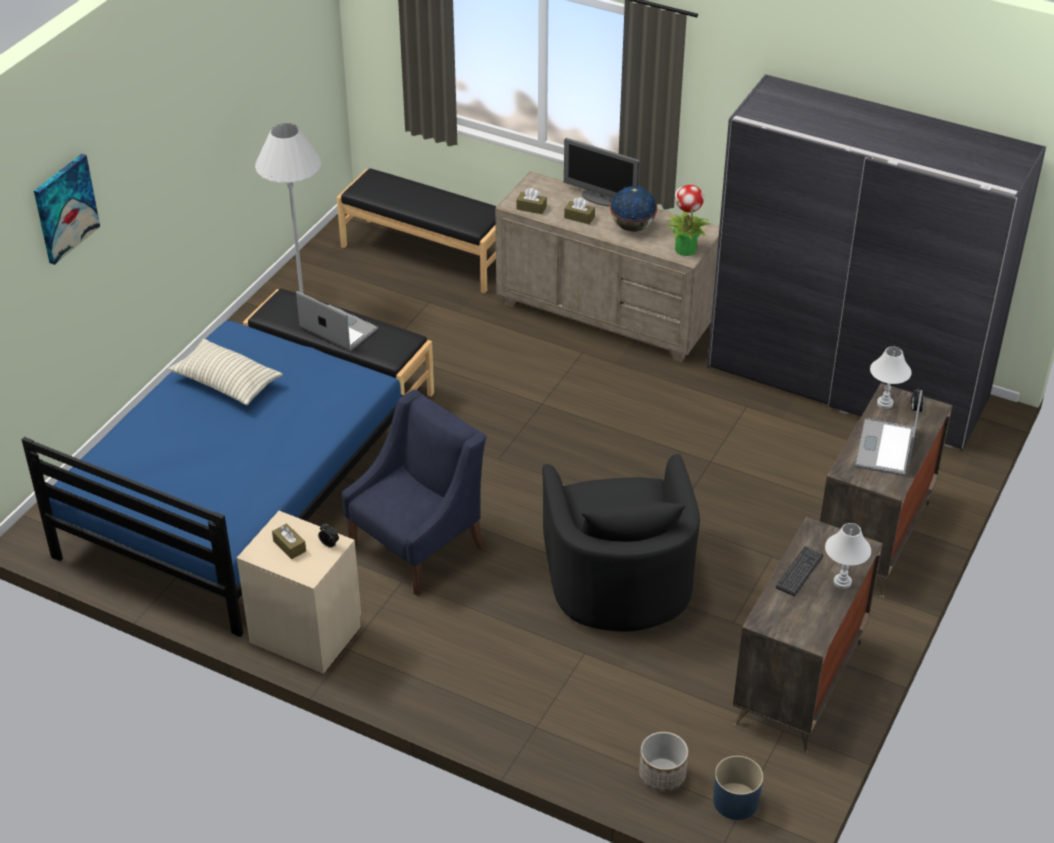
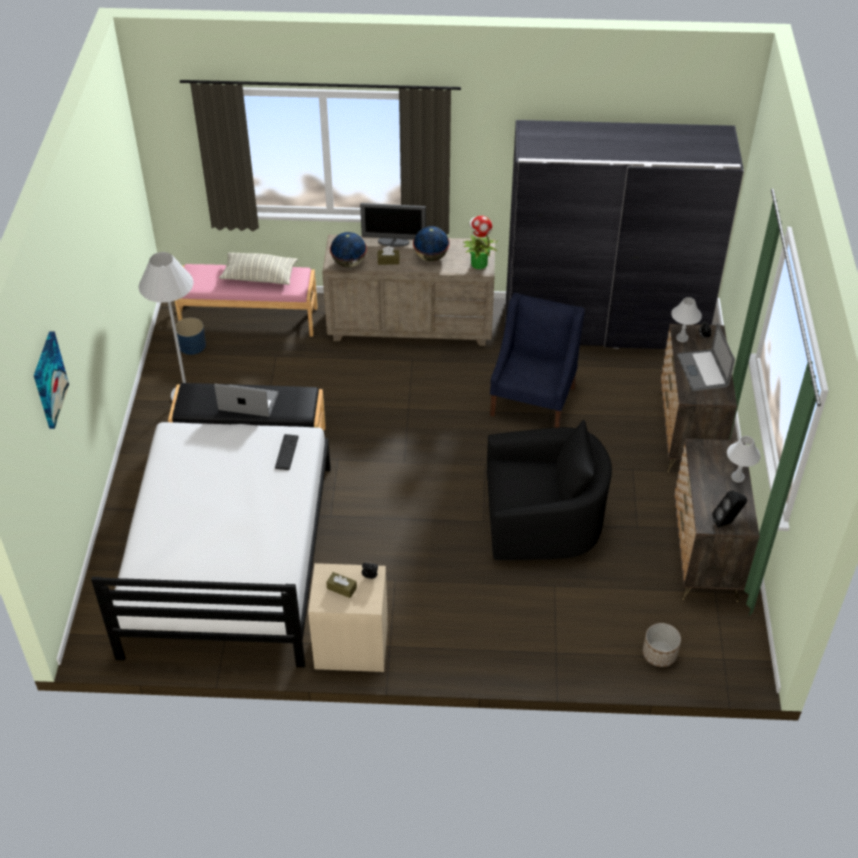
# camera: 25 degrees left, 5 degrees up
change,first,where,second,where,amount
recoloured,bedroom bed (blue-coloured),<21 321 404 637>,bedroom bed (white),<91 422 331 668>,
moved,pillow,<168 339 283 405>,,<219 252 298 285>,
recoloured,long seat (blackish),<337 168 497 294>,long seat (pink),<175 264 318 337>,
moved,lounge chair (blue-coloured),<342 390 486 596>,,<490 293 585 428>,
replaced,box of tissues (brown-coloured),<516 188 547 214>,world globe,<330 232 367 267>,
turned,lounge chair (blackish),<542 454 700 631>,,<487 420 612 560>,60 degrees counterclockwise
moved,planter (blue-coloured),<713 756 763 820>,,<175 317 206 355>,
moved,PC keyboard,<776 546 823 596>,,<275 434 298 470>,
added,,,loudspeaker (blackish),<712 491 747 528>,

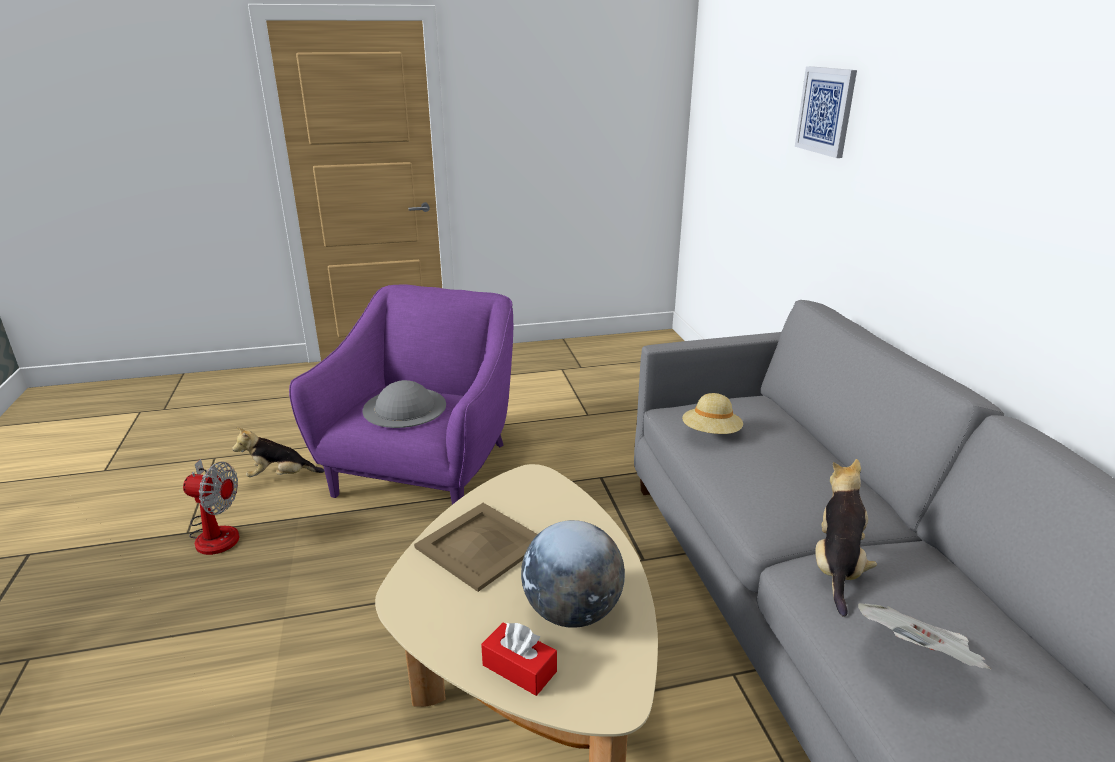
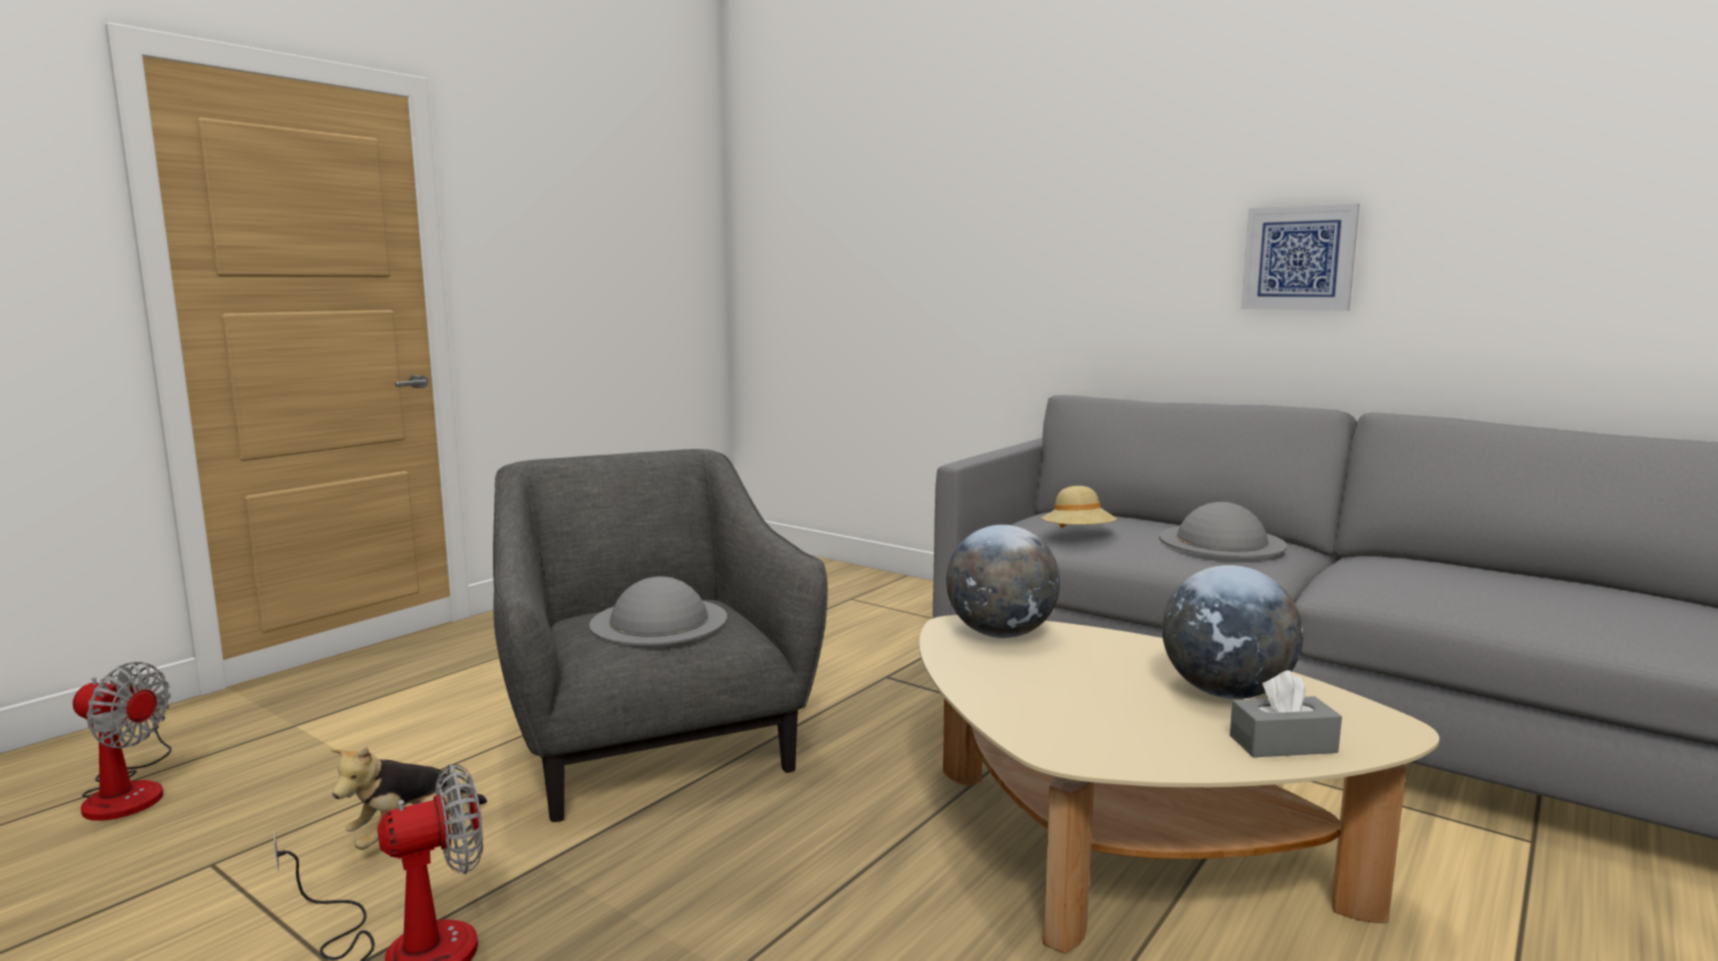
# camera: 40 degrees left, 15 degrees down
change,first,where,second,where,amount
recoloured,lounge chair (purple),<289 284 513 505>,lounge chair (grey),<493 449 828 822>,
removed,tray (beige-coloured),<414 503 538 592>,,,
recoloured,box of tissues (red-coloured),<481 622 557 696>,box of tissues (grey),<1230 670 1342 757>,
moved,picture,<795 66 857 158>,,<1241 203 1360 311>,
removed,plush toy,<815 459 877 617>,,,
removed,printed paper,<858 603 991 669>,,,
added,,,electric fan,<73 662 172 821>,
added,,,world globe,<946 525 1060 638>,
added,,,wearable hat (grey),<1159 502 1287 558>,

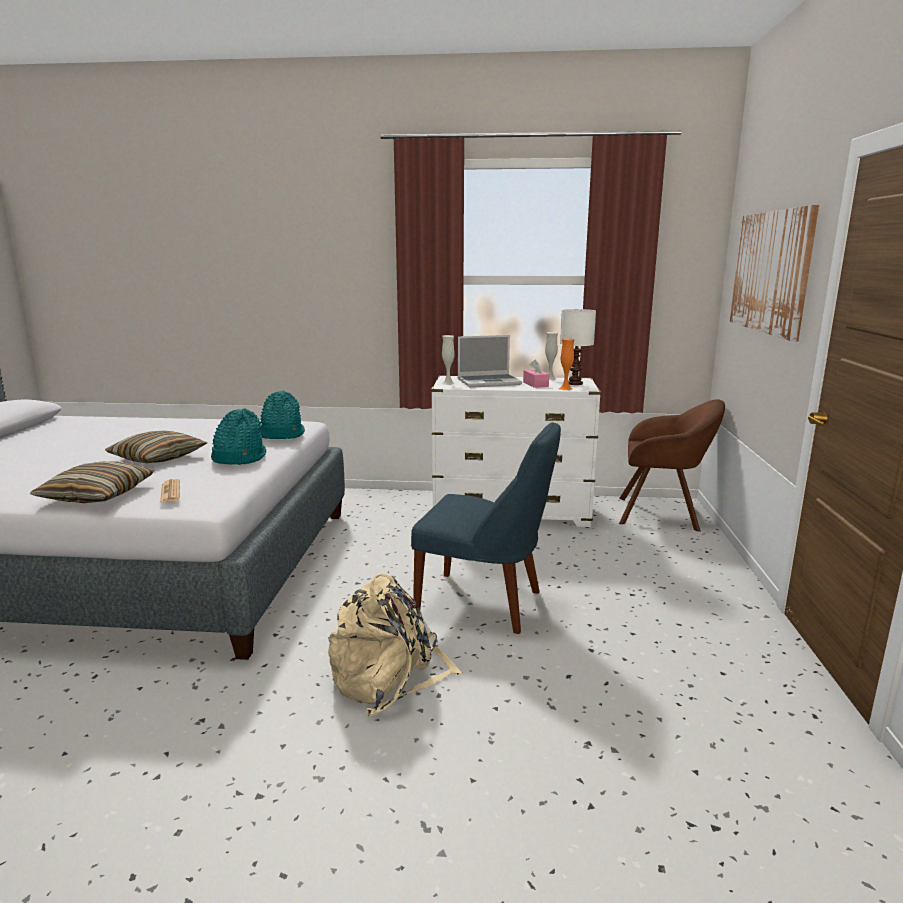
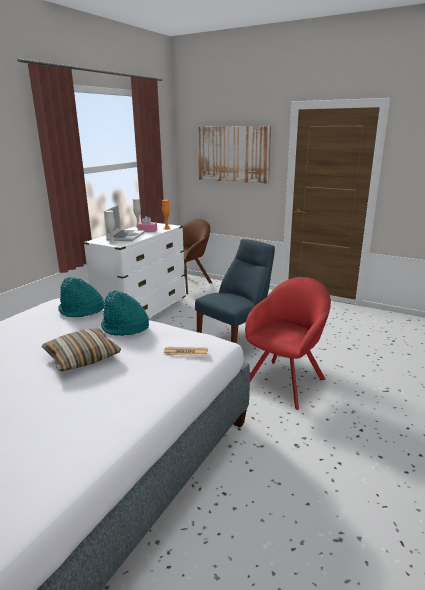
# camera: 65 degrees left, 5 degrees up
change,first,where,second,where,amount
removed,pillow,<30 461 154 503>,,,
replaced,backpack (beige-coloured),<328 574 463 716>,lounge chair (red-coloured),<245 277 331 410>,
removed,table lamp (white),<560 309 596 385>,,,

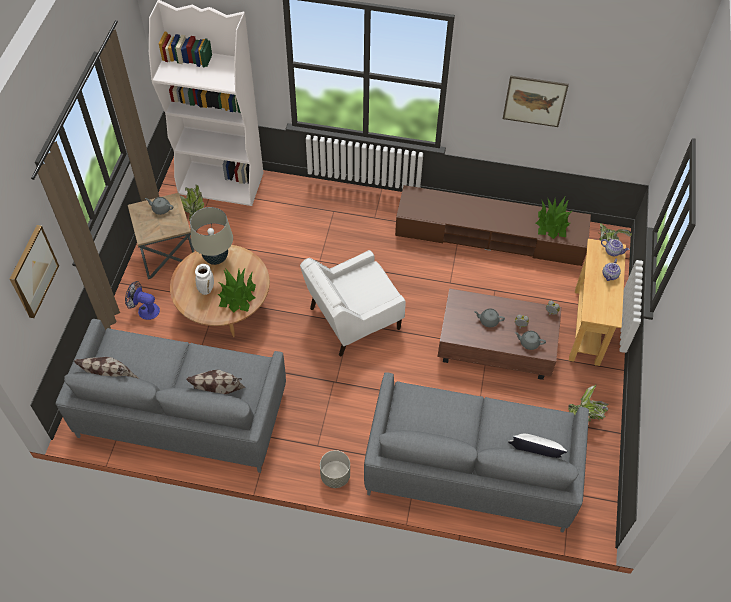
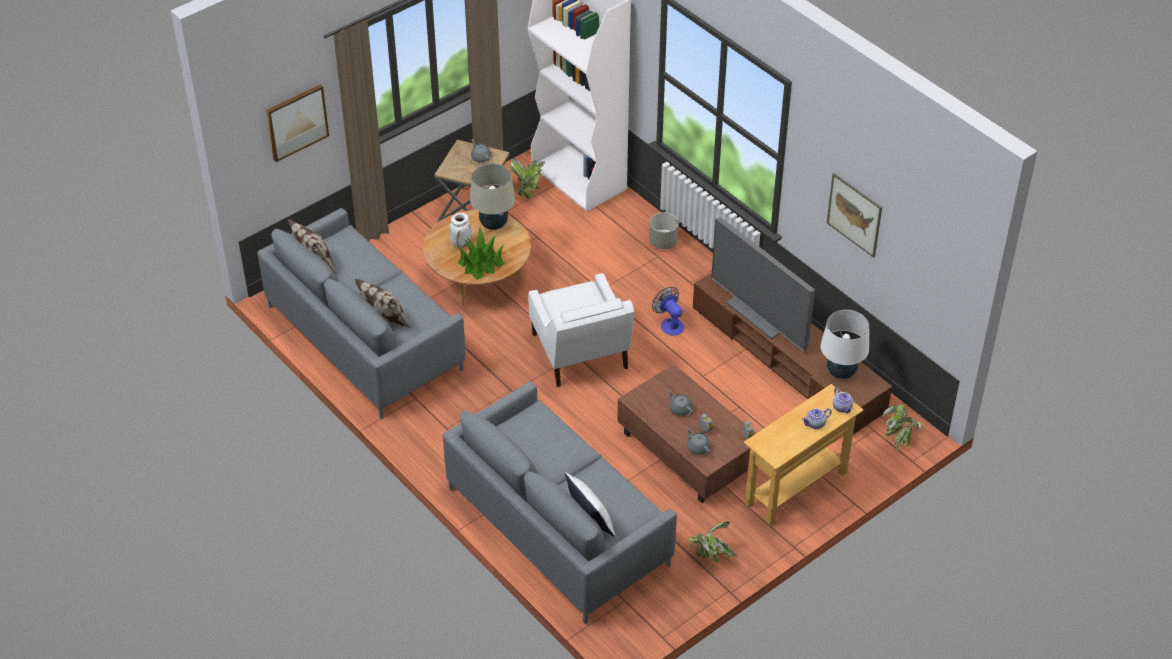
# camera: 40 degrees right, 10 degrees down
change,first,where,second,where,amount
moved,electric fan,<125 281 160 320>,,<652 287 684 336>,
turned,lounge chair (white),<300 250 406 356>,,<528 273 634 387>,120 degrees counterclockwise
moved,planter (grey),<320 450 350 488>,,<649 213 679 249>,
replaced,houseplant,<536 197 573 239>,table lamp (white),<821 310 869 379>,
added,,,television,<711 218 815 352>,

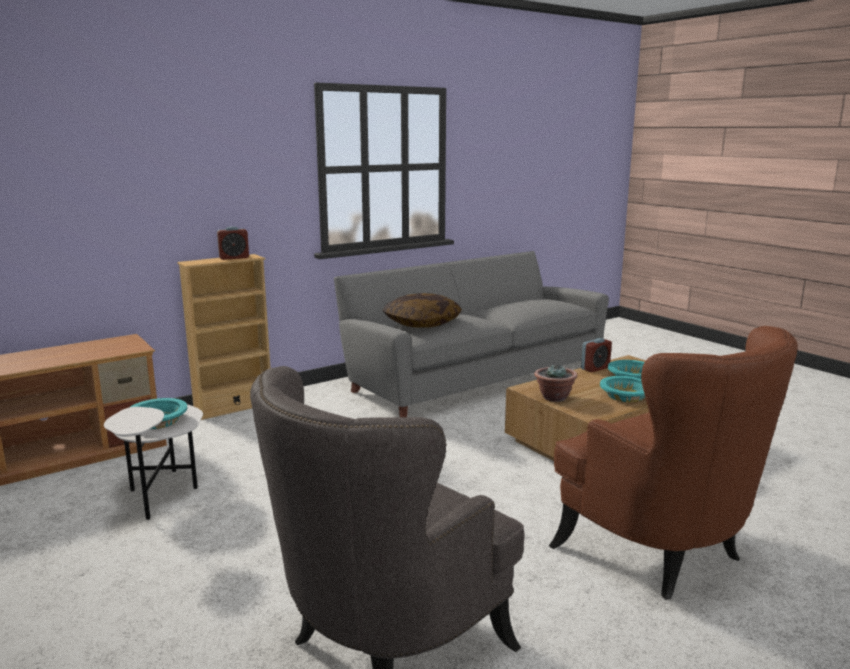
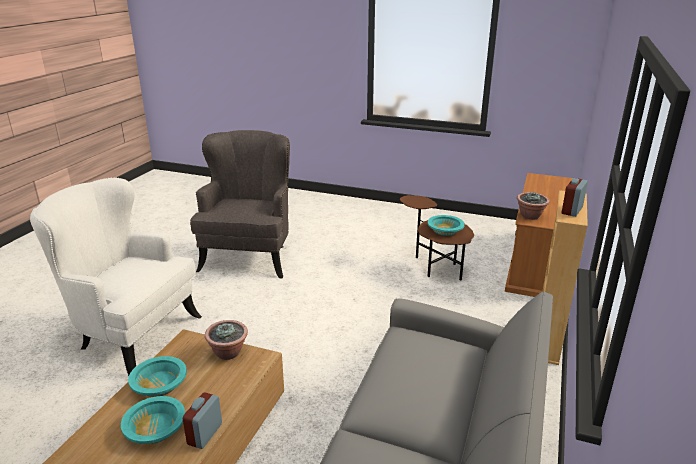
# camera: 145 degrees right, 10 degrees up
change,first,where,second,where,amount
recoloured,end table (white),<104 404 203 520>,end table (brown-coloured),<400 195 474 281>,
removed,pillow,<382 293 462 328>,,,
recoloured,lounge chair (brown-coloured),<549 326 798 600>,lounge chair (white),<30 178 202 376>,
added,,,houseplant,<517 192 550 220>,

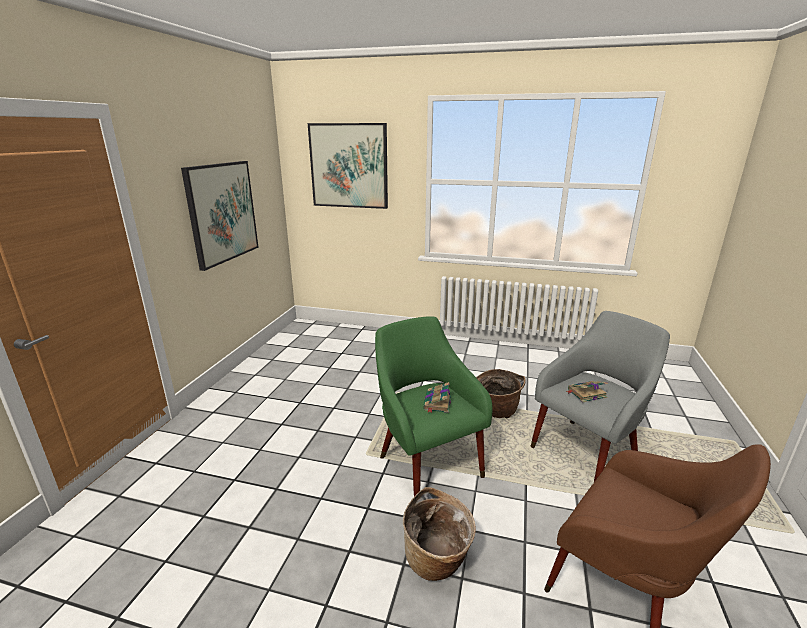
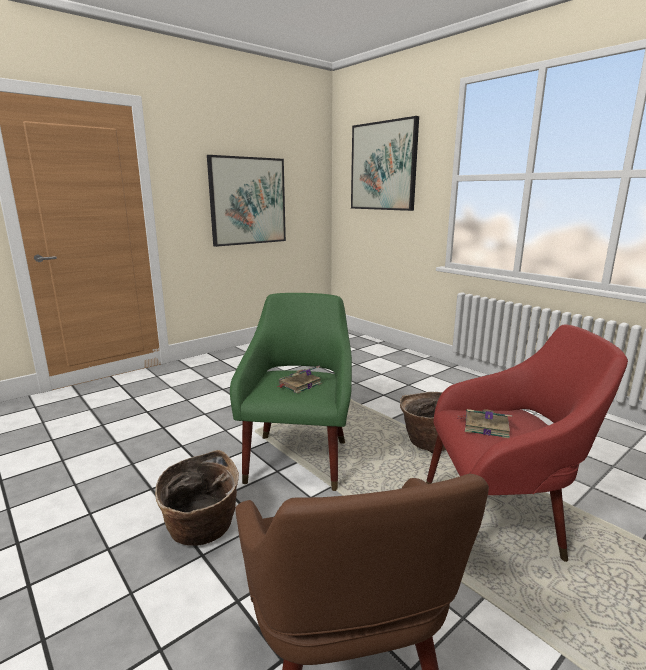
# camera: 35 degrees right, 5 degrees down
change,first,where,second,where,amount
recoloured,lounge chair (grey),<531 311 670 482>,lounge chair (red-coloured),<426 324 628 562>,

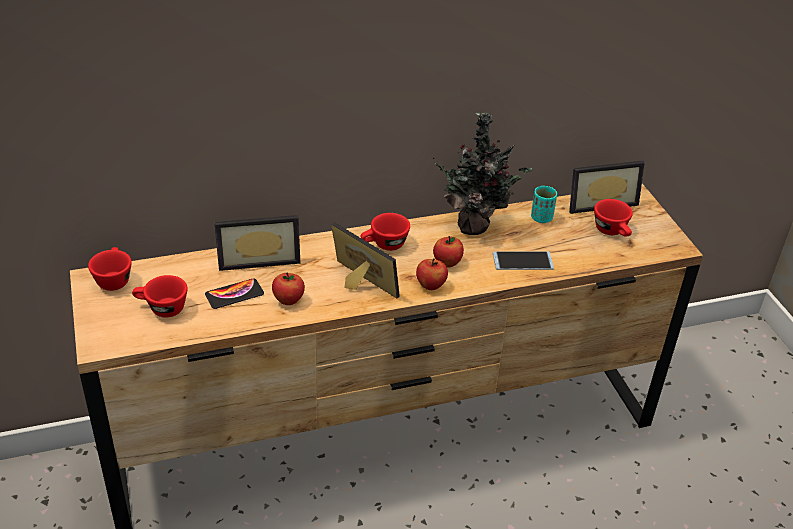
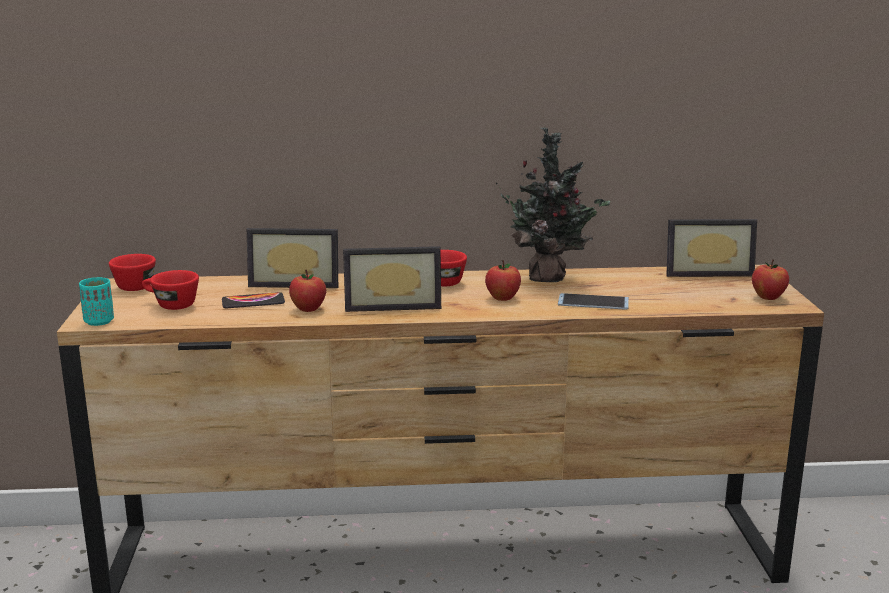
# camera: 15 degrees right, 20 degrees down
change,first,where,second,where,amount
turned,picture frame,<331 222 400 298>,,<343 246 441 312>,120 degrees clockwise
moved,apple fruit,<416 258 448 290>,,<752 259 789 300>,
moved,cup (turquoise),<531 186 557 223>,,<79 277 114 326>,
removed,cup (red-coloured),<594 199 633 237>,,,

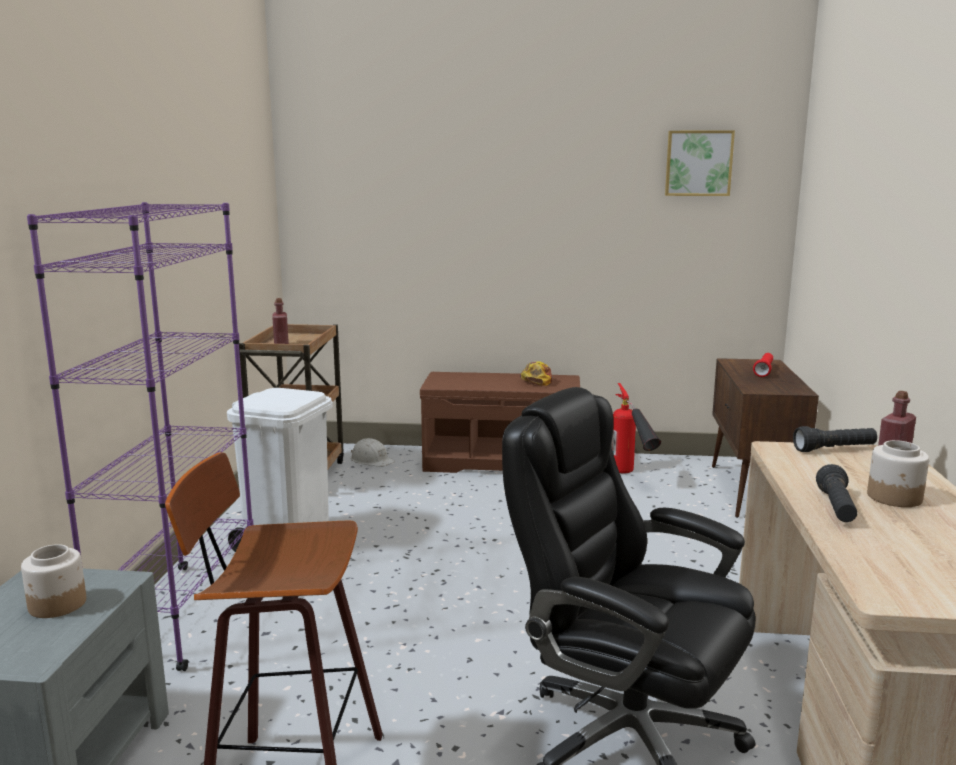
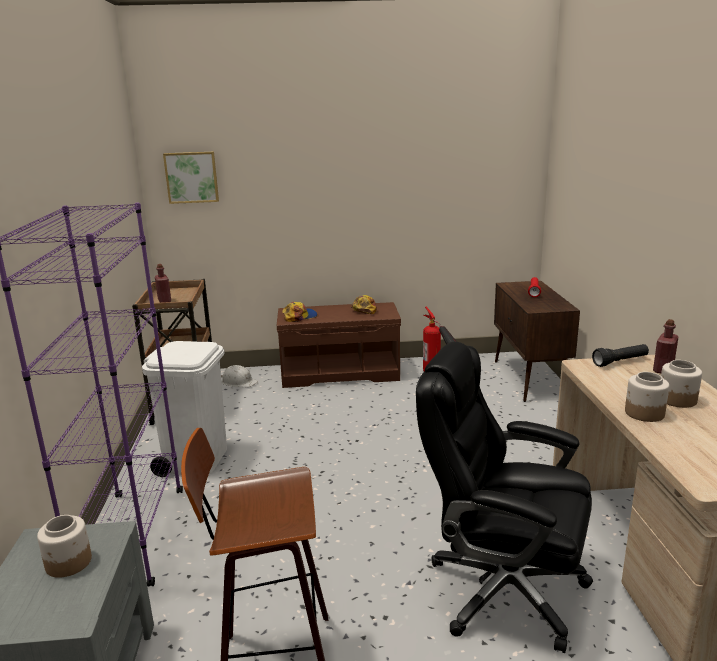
# camera: 10 degrees left, 5 degrees up
change,first,where,second,where,amount
moved,picture,<665 130 735 196>,,<163 152 219 204>,
replaced,flashlight (blackish),<816 464 857 522>,storage jar,<625 372 669 422>,
added,,,baseball cap,<282 302 317 322>,

